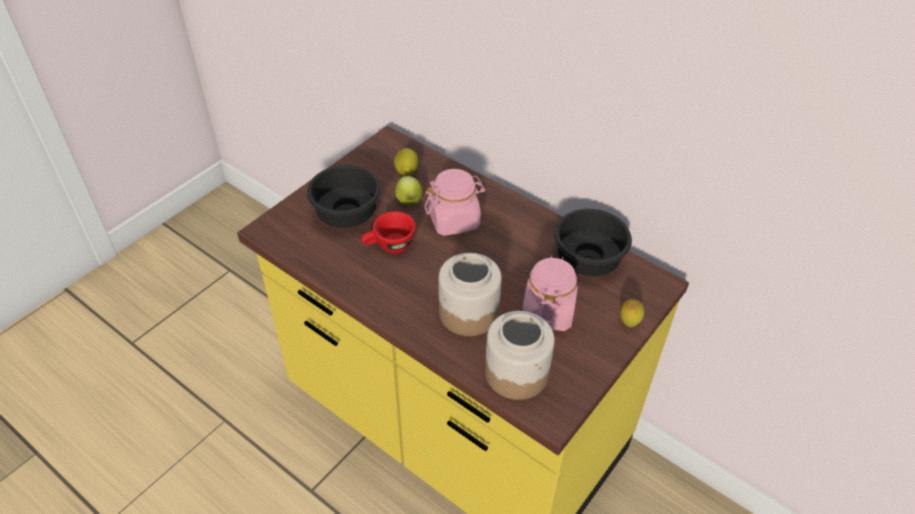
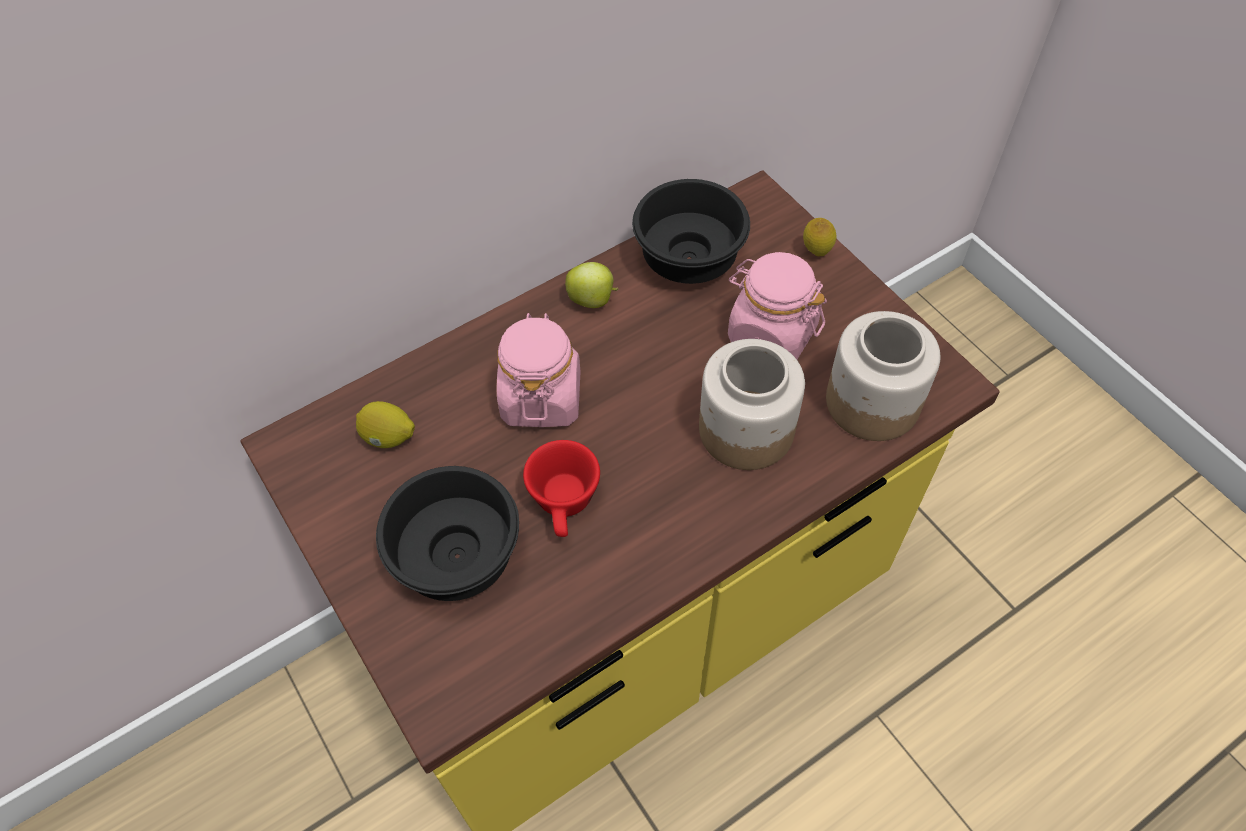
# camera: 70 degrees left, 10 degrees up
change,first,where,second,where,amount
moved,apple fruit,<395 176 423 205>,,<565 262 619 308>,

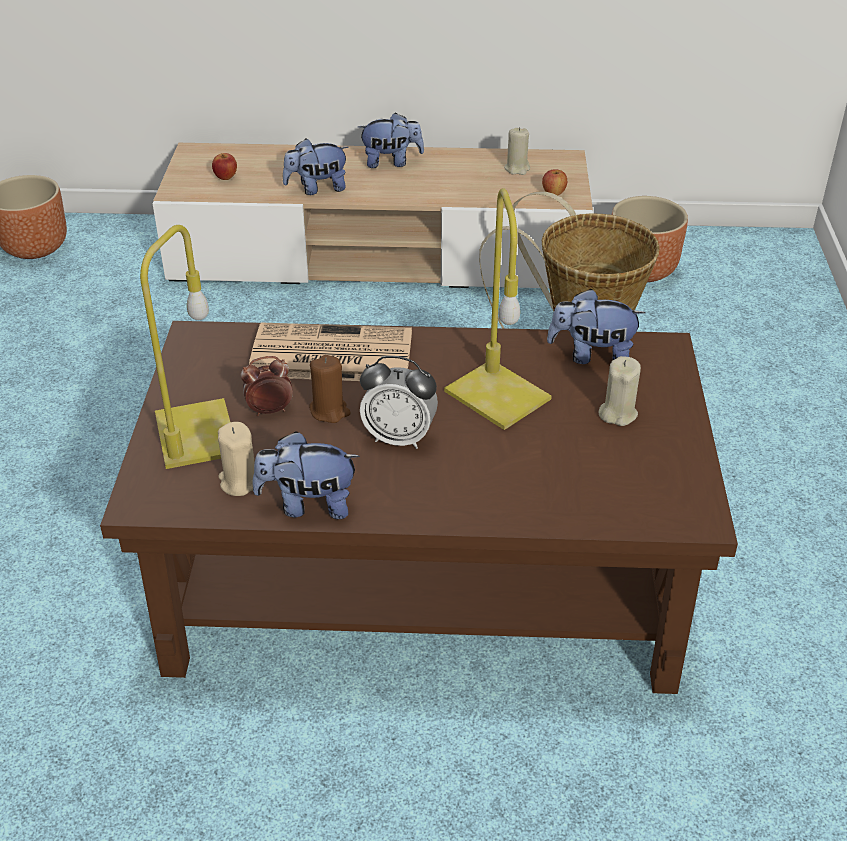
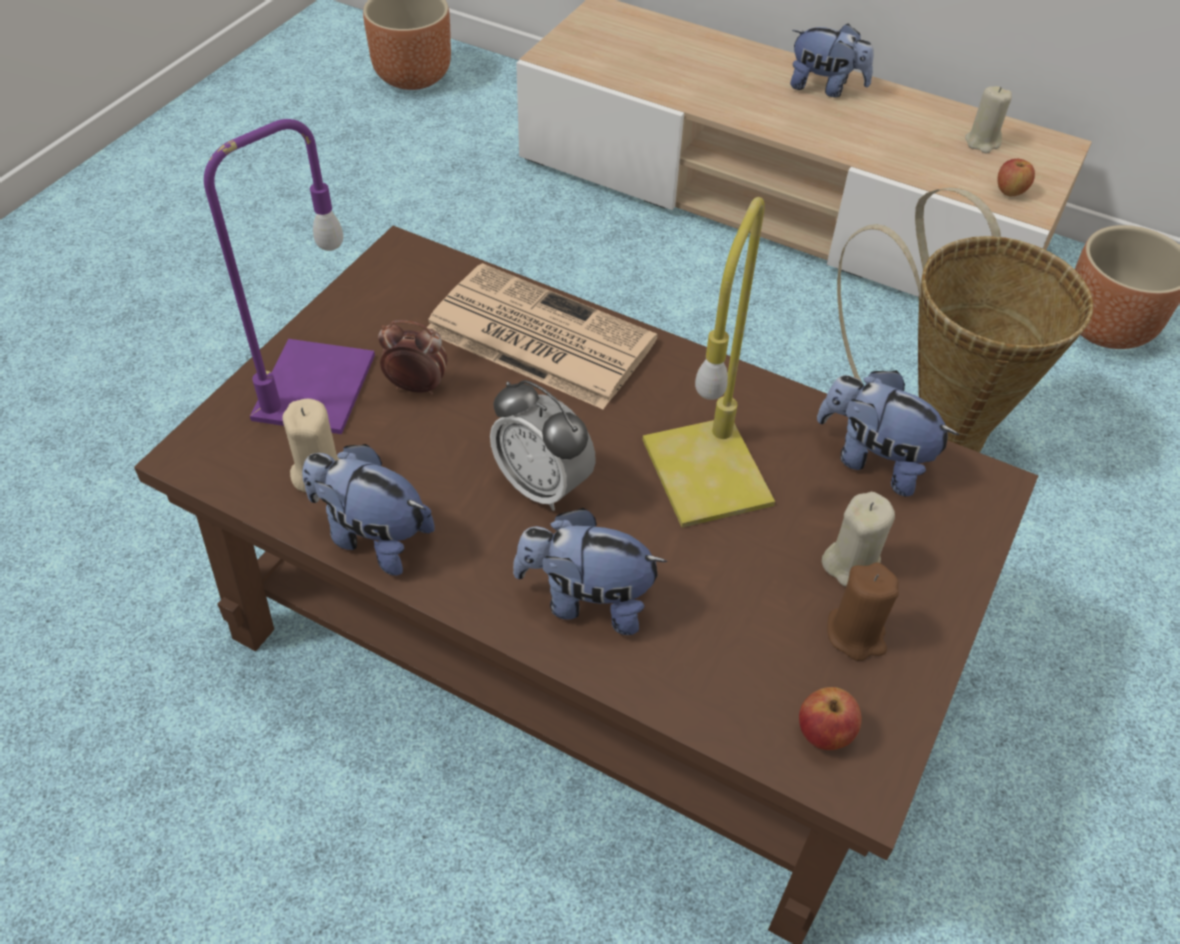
# camera: 25 degrees right, 10 degrees up
change,first,where,second,where,amount
recoloured,table lamp (yellow-coloured),<140 225 230 469>,table lamp (purple),<204 119 375 434>,
moved,apple fruit,<212 153 237 180>,,<799 687 862 750>,
moved,plush toy,<283 138 349 195>,,<513 508 667 635>,
moved,wax light (brown-coloured),<309 355 351 423>,,<827 562 899 661>,

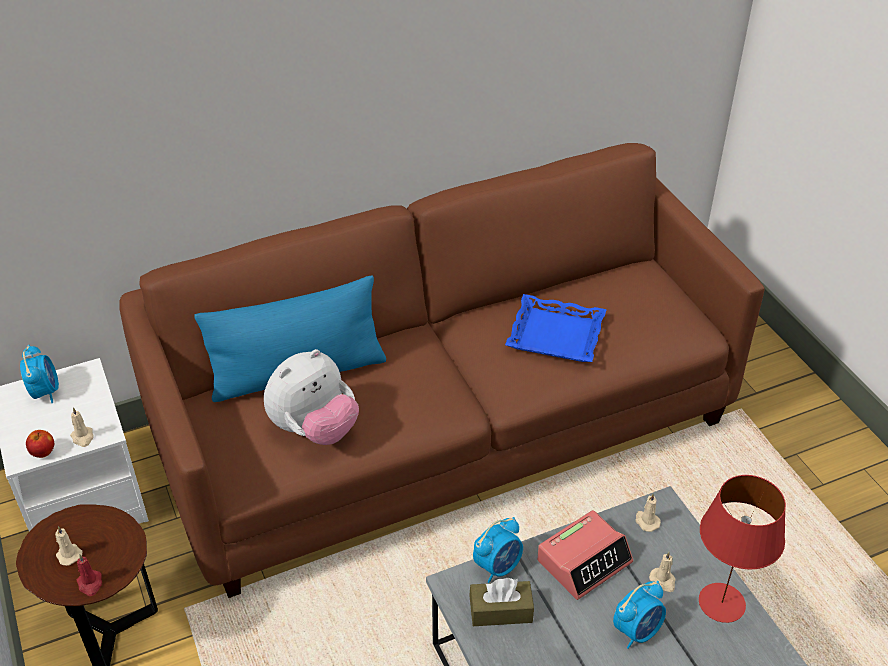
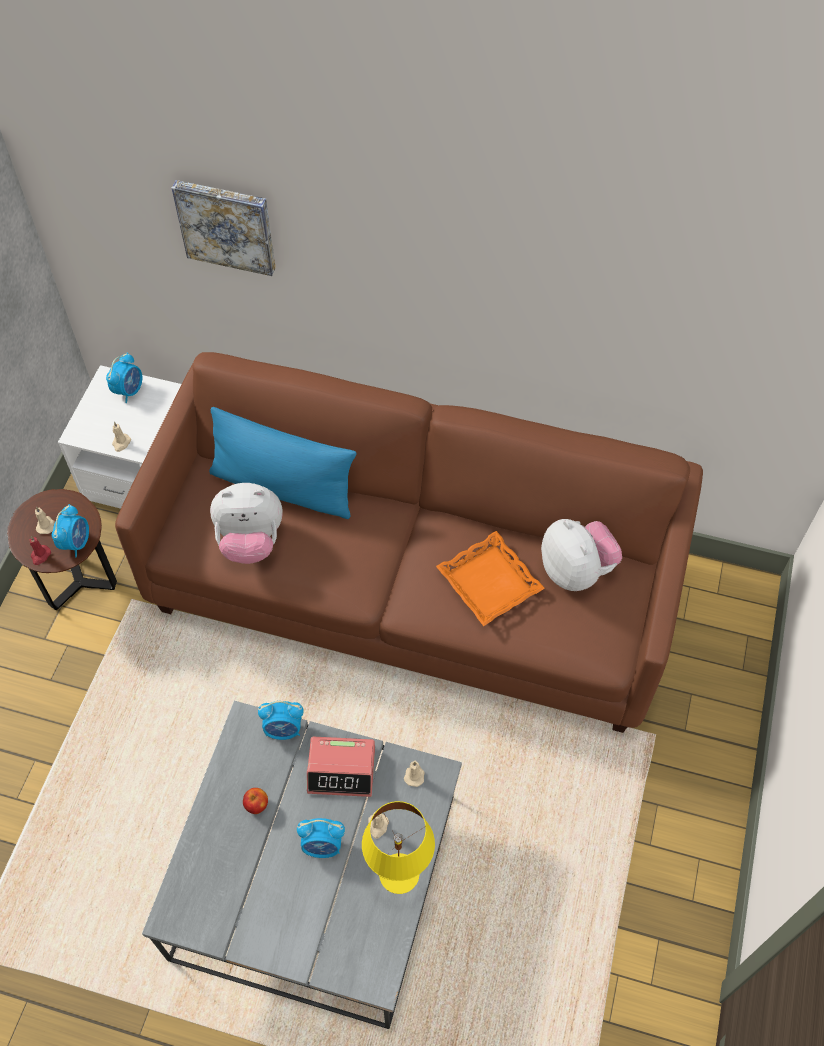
# camera: 40 degrees right, 15 degrees up
change,first,where,second,where,amount
moved,apple fruit,<26 430 54 458>,,<243 788 268 814>,
removed,box of tissues (brown-coloured),<469 578 534 626>,,,
recoloured,tray (blue-coloured),<505 294 607 362>,tray (orange-coloured),<436 531 545 626>,
recoloured,table lamp (red-coloured),<699 475 786 623>,table lamp (yellow-coloured),<362 801 435 894>,
added,,,alarm clock,<52 504 89 557>,
added,,,picture,<172 180 276 276>,
added,,,plush toy,<541 519 622 591>,

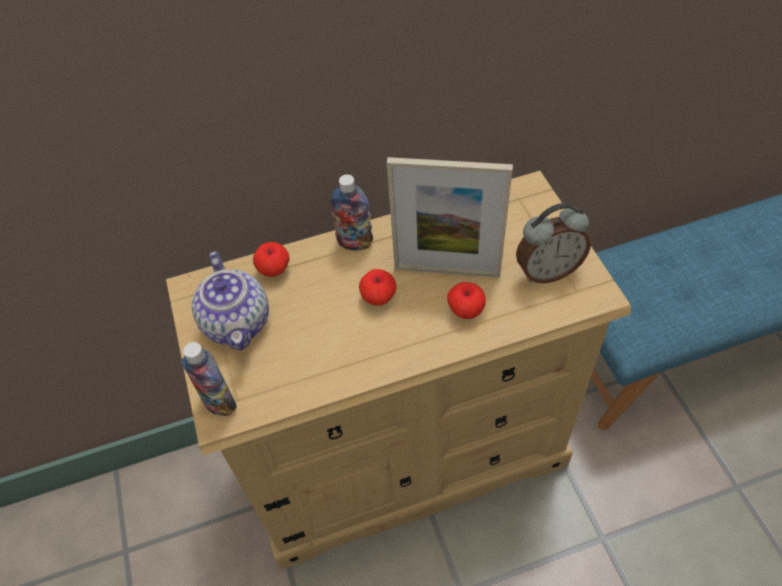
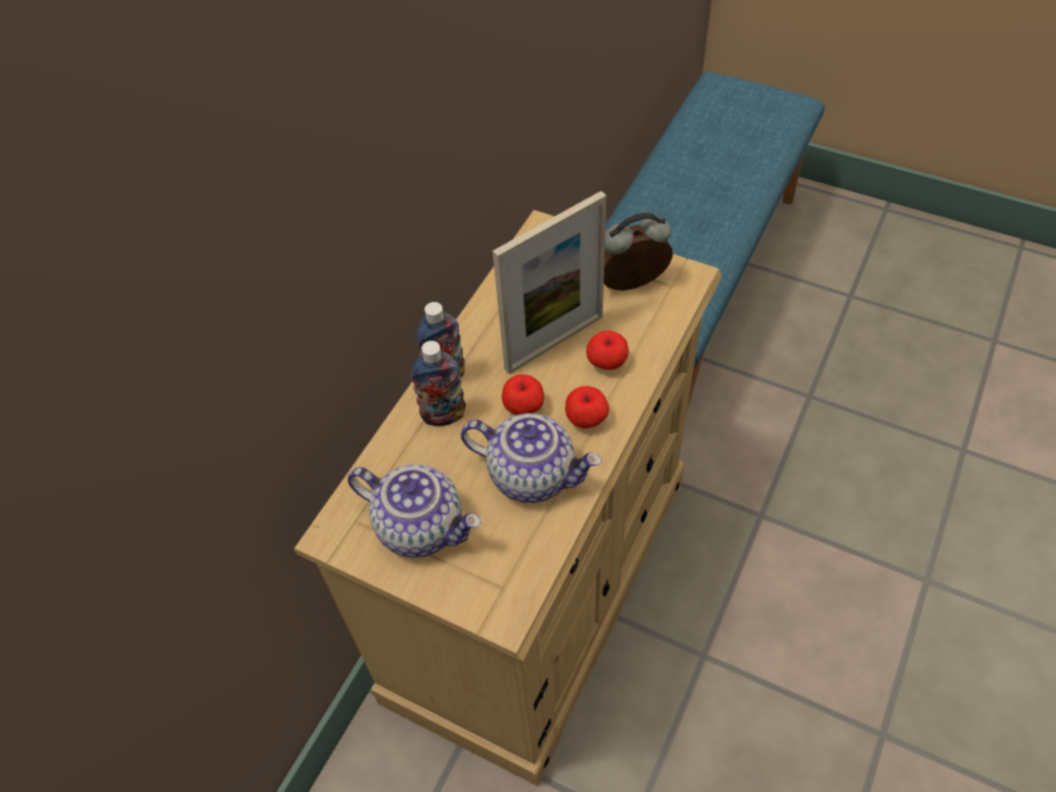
# camera: 45 degrees left, 0 degrees up
change,first,where,second,where,amount
moved,bottle,<181 342 237 416>,,<411 341 466 426>,
moved,apple fruit,<253 242 289 277>,,<565 386 609 429>,
turned,alarm clock,<516 203 591 283>,,<604 213 673 290>,135 degrees counterclockwise
added,,,teapot,<461 413 602 503>,

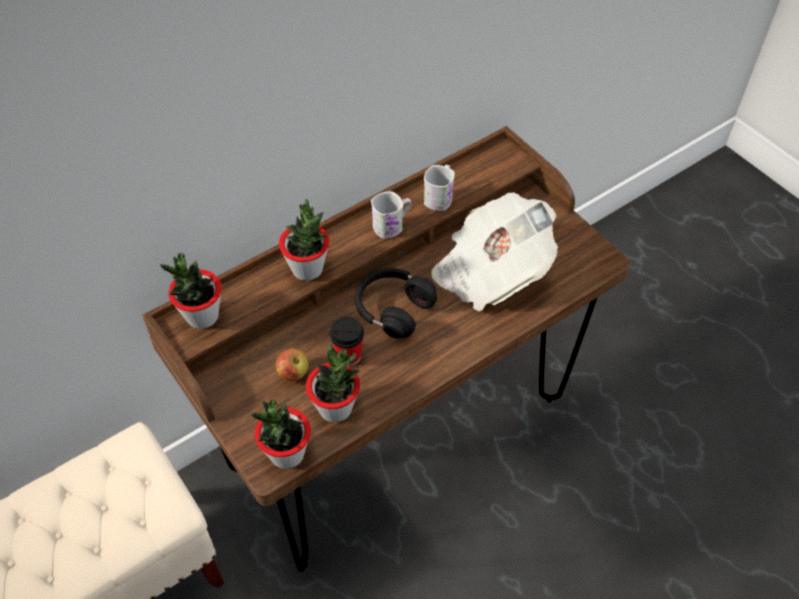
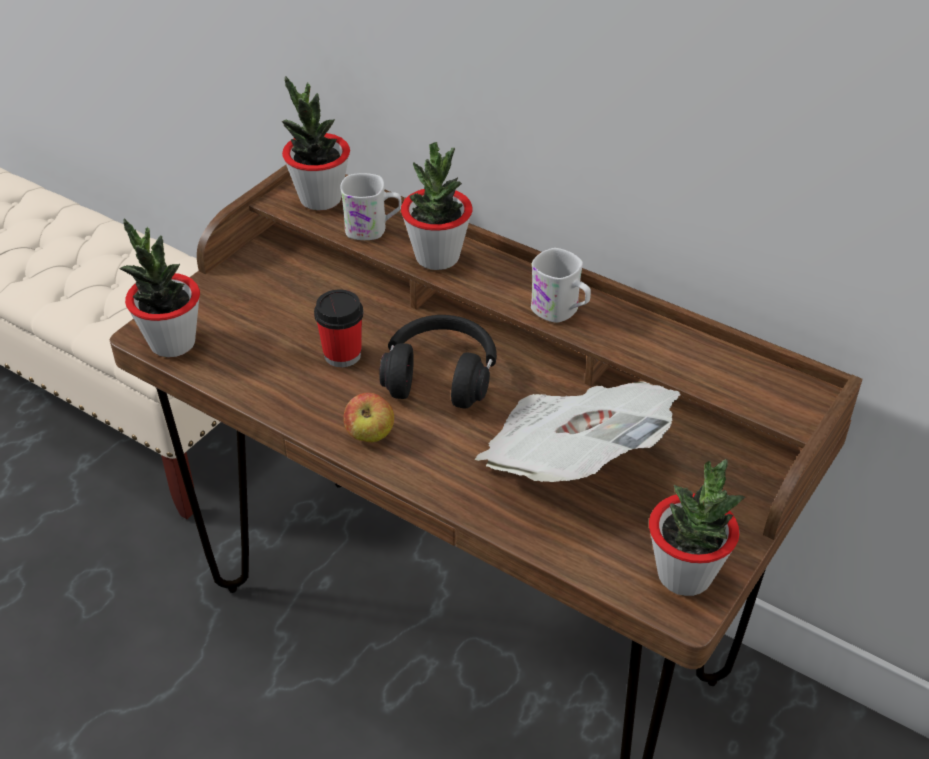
# camera: 70 degrees right, 10 degrees down
change,first,where,second,where,amount
moved,apple fruit,<276 348 309 381>,,<343 393 394 442>,
moved,houseplant,<306 343 360 422>,,<649 459 745 596>,
moved,coffee mug (white),<424 165 455 211>,,<340 173 402 240>,

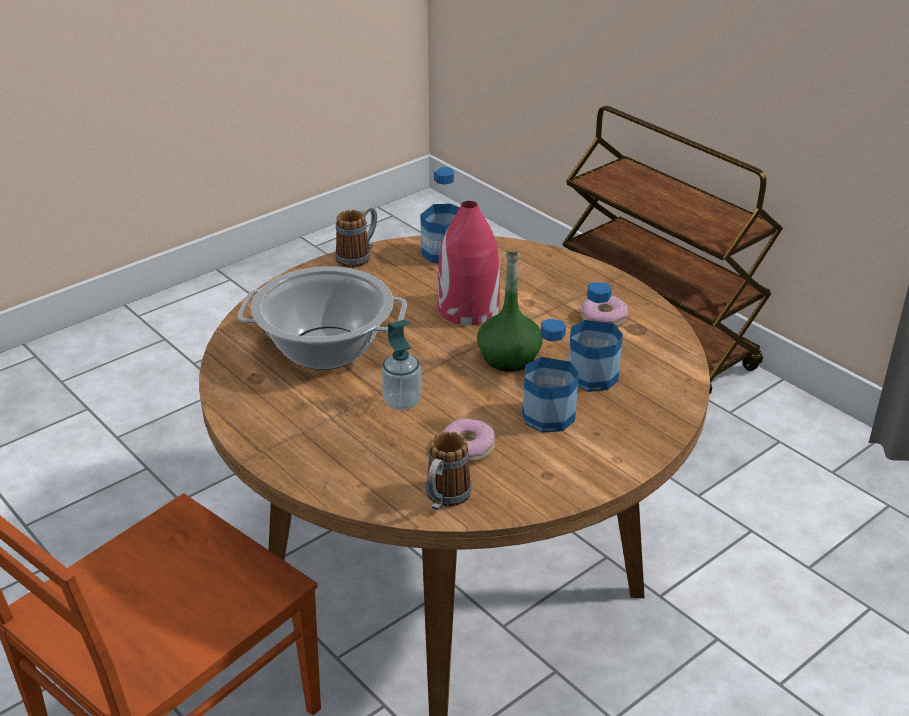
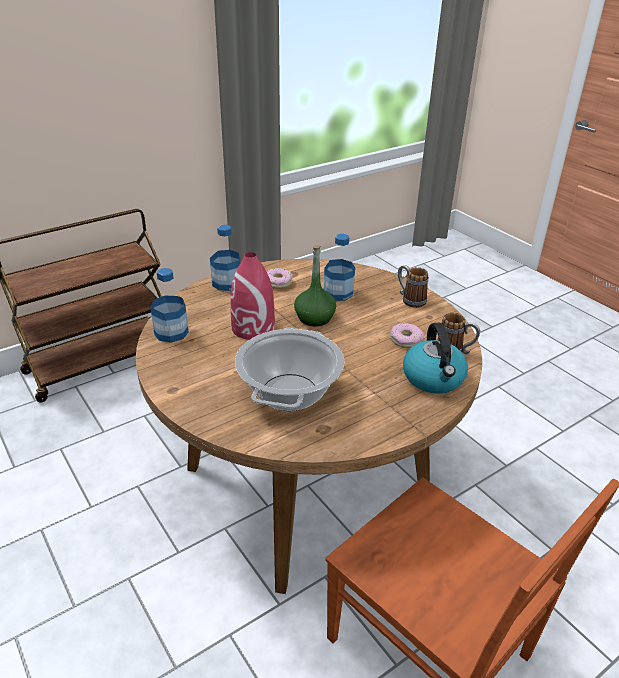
# camera: 85 degrees left, 0 degrees up
change,first,where,second,where,amount
moved,coffee mug,<335 207 377 268>,,<398 265 428 308>,
removed,liquid soap bottle,<382 320 421 410>,,,
moved,bottle,<522 319 579 433>,,<210 225 240 291>,
added,,,kettle,<403 323 468 393>,

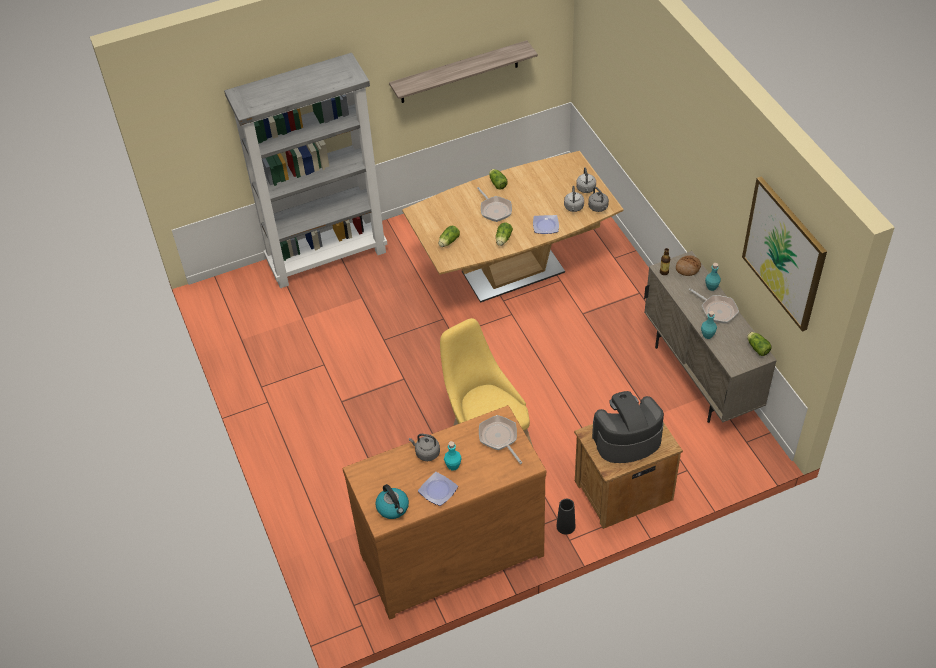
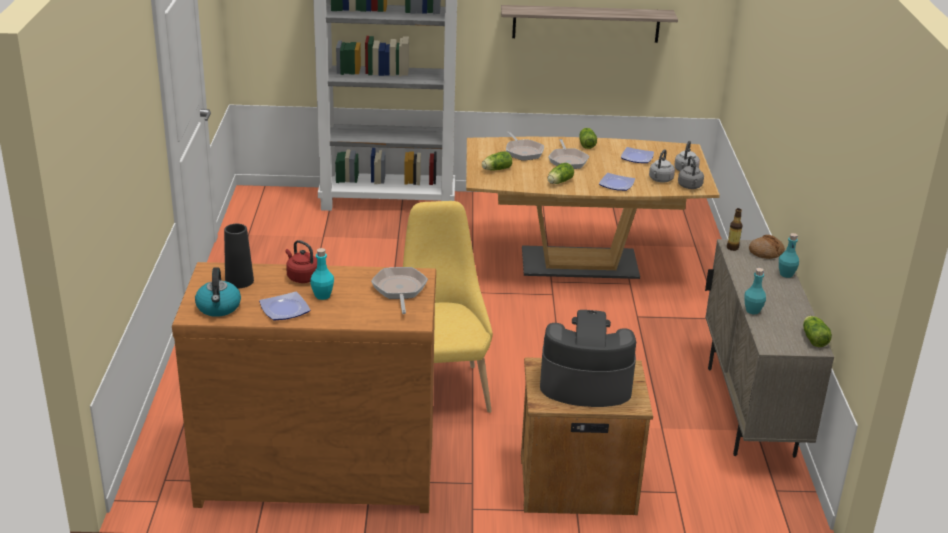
# camera: 20 degrees right, 20 degrees down
change,first,where,second,where,amount
recoloured,kettle (grey),<409 434 440 461>,kettle (red-coloured),<285 240 317 283>,
moved,flower vase (blackish),<556 499 575 535>,,<224 224 254 288>,
moved,skillet,<689 288 739 324>,,<506 131 544 161>,
removed,picture,<742 176 827 332>,,,
added,,,plate,<621 147 654 163>,

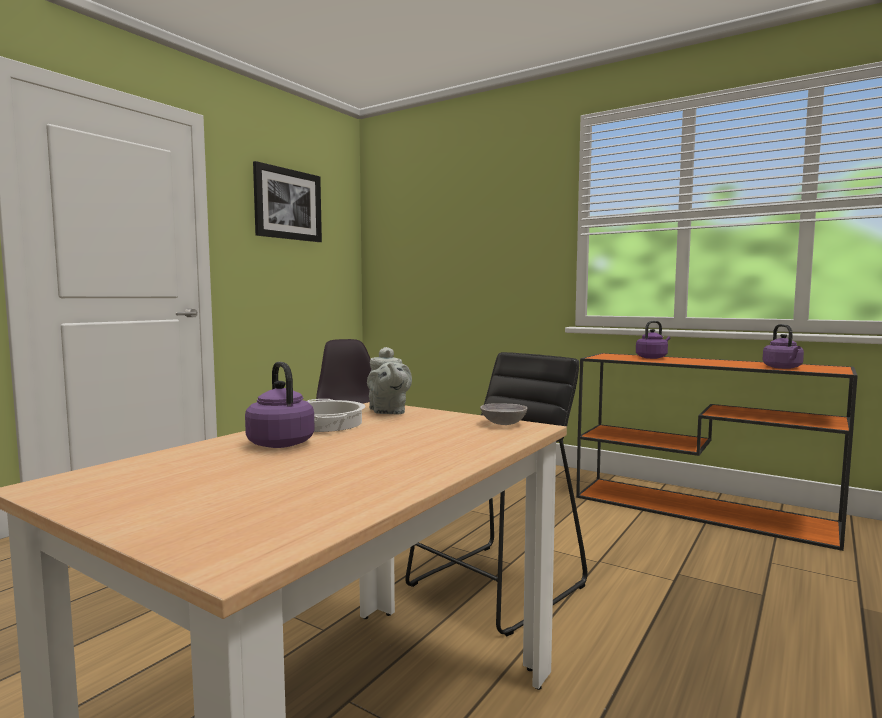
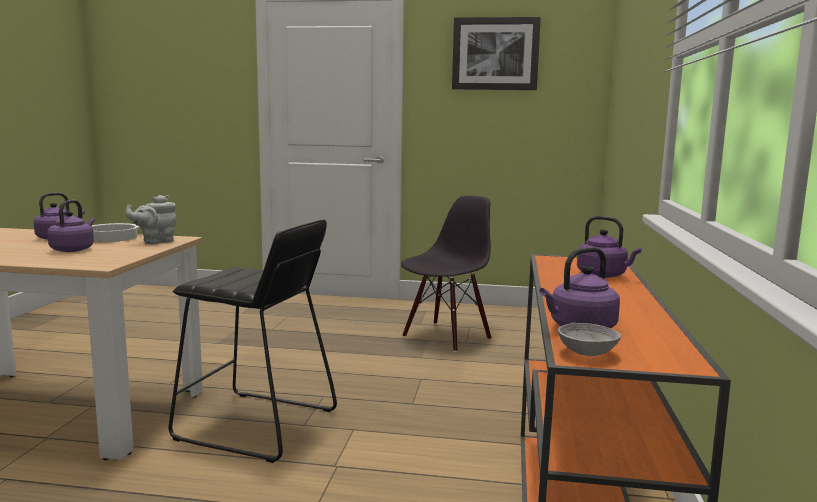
# camera: 65 degrees right, 5 degrees up
change,first,where,second,where,amount
moved,deep dish (grey),<480 403 527 425>,,<558 323 621 356>,
added,,,kettle (purple),<47 200 95 252>,

